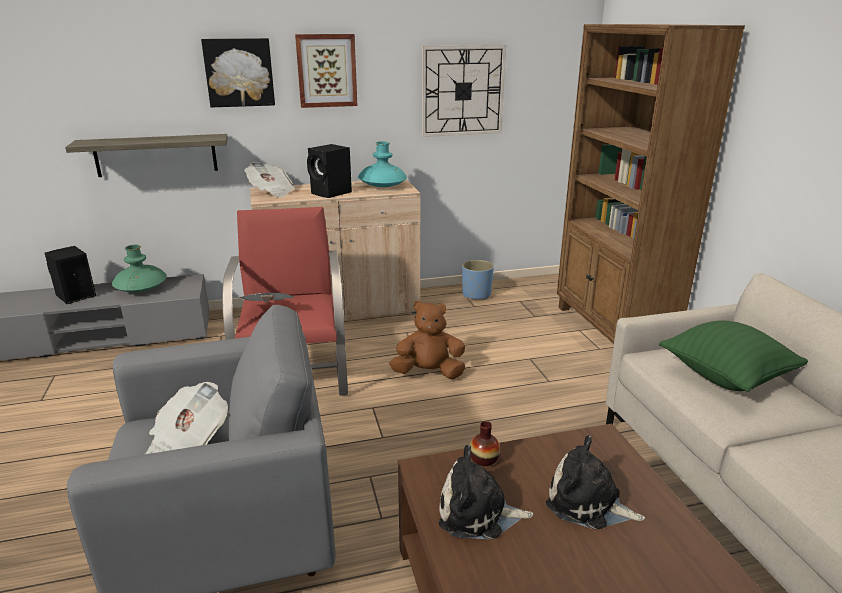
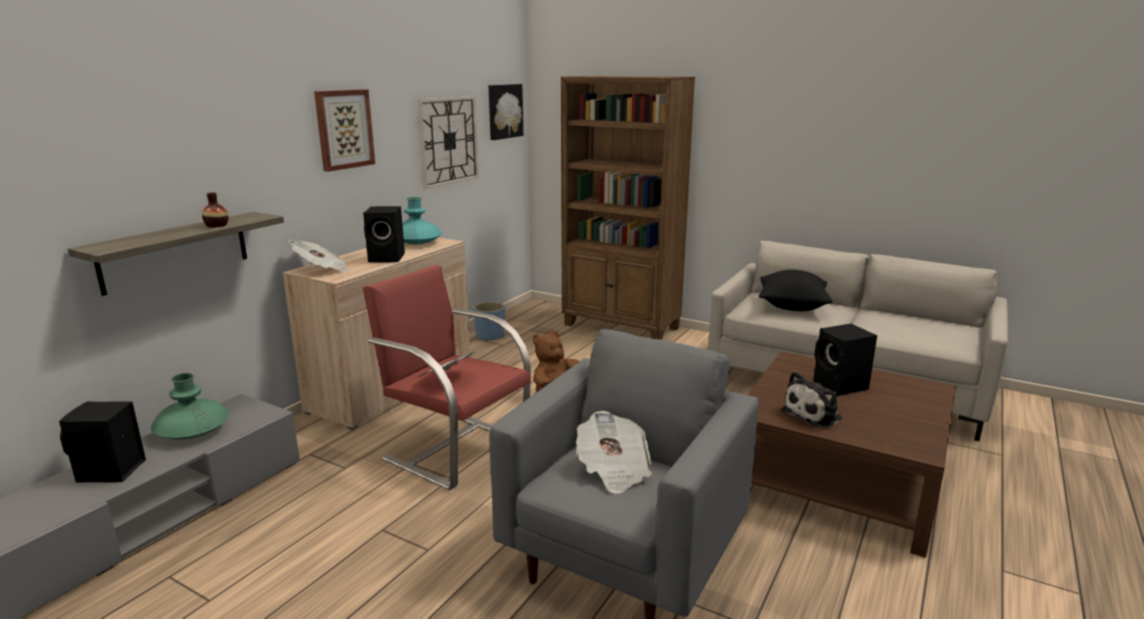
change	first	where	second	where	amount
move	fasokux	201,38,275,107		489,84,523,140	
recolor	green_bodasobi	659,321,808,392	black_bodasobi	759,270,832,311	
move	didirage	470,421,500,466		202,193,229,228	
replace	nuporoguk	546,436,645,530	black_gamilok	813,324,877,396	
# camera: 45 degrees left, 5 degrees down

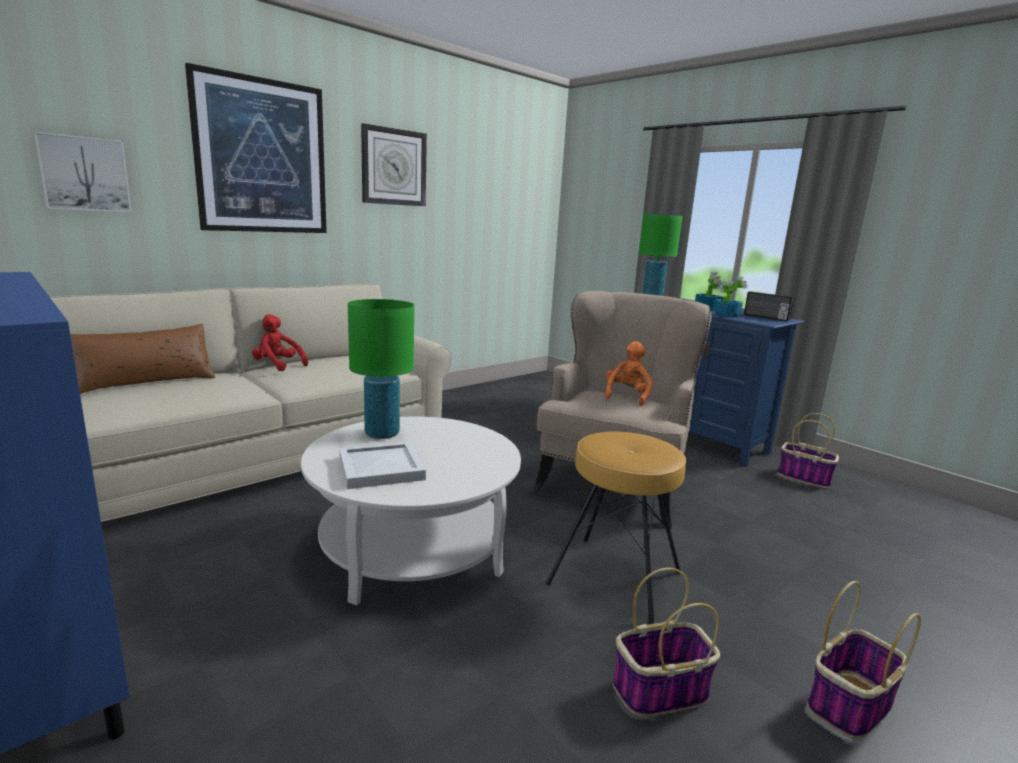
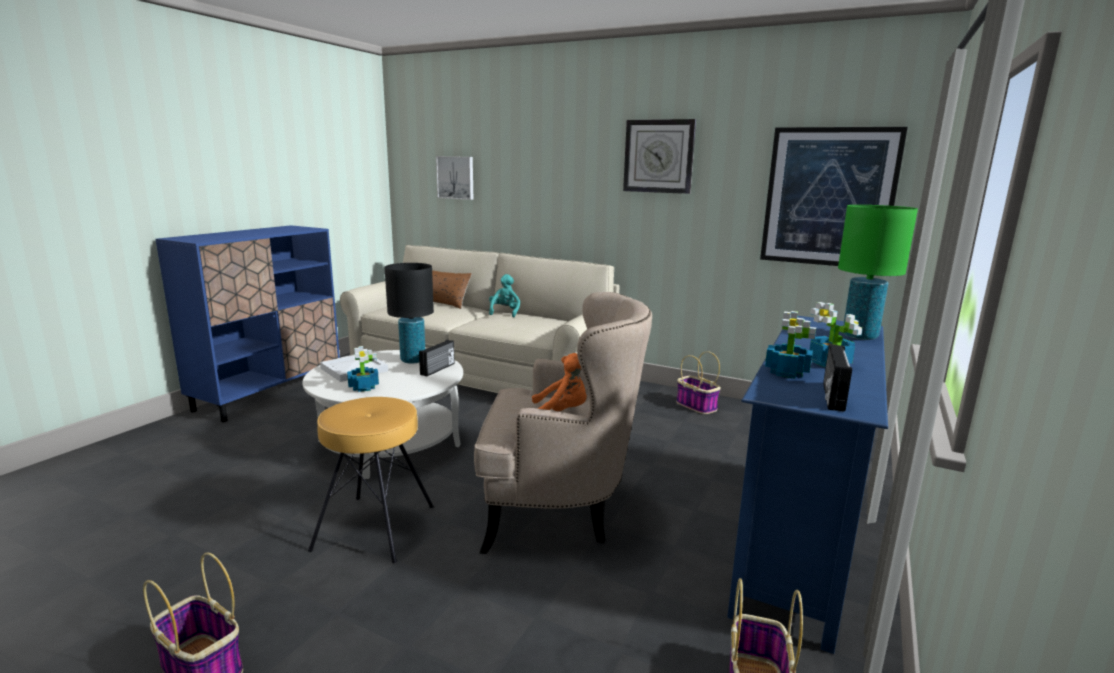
change	first	where	second	where	amount
move	fasokux	185,63,327,233		760,127,908,266	
recolor	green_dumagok	348,299,414,439	black_dumagok	384,263,434,364	
recolor	red_nuporoguk	252,314,308,371	turquoise_nuporoguk	489,274,520,317	
move	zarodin	612,568,720,717		677,351,721,414	
insert			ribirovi	419,340,455,376	
insert			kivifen	347,346,379,392	
# camera: 70 degrees right, 0 degrees up

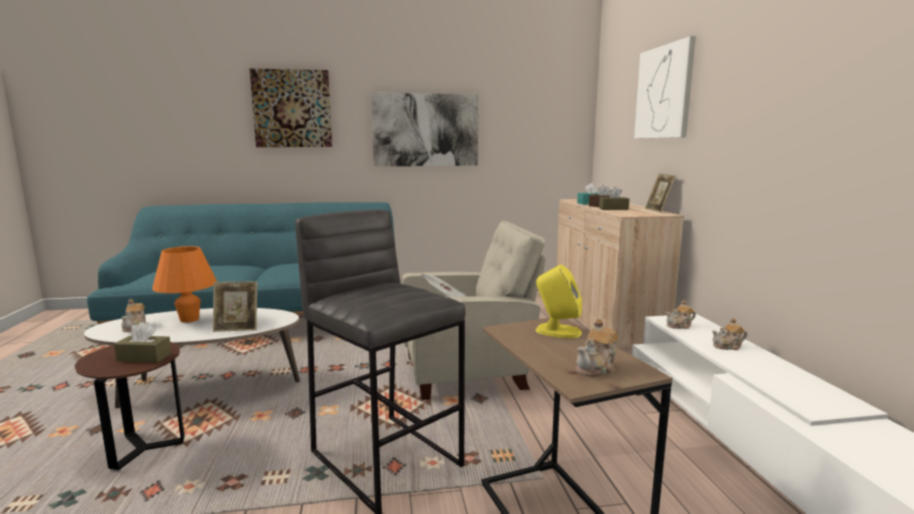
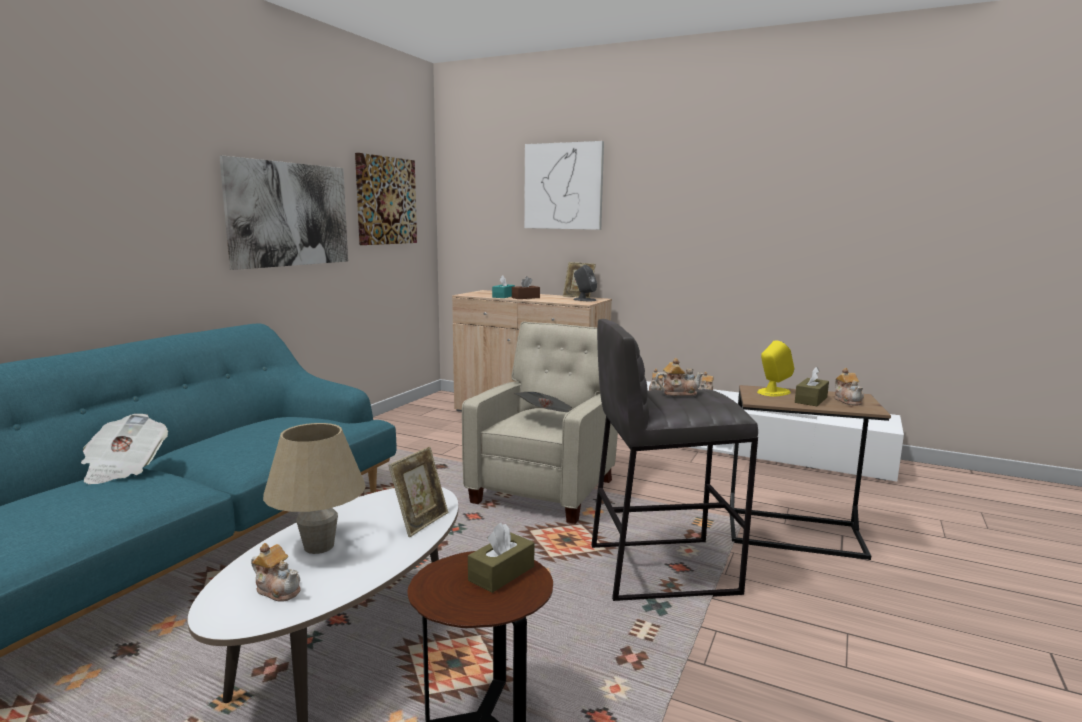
change	first	where	second	where	amount
move	fasokux	249,68,332,147		355,153,417,245	
move	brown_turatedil	599,187,629,210		795,367,829,406	
recolor	orange_dumagok	152,246,217,323	beige_dumagok	263,423,366,554	
insert			grey_gamilok	574,265,597,301	
insert			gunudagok	656,358,704,396	
insert			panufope	81,414,168,484	
# camera: 55 degrees left, 0 degrees up

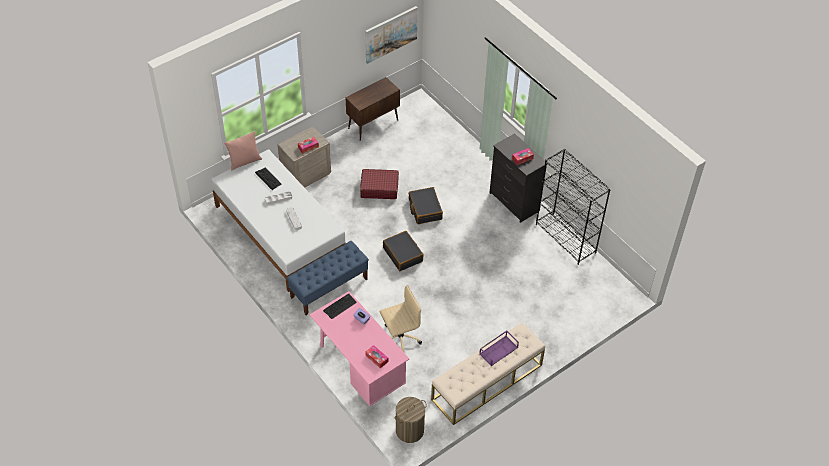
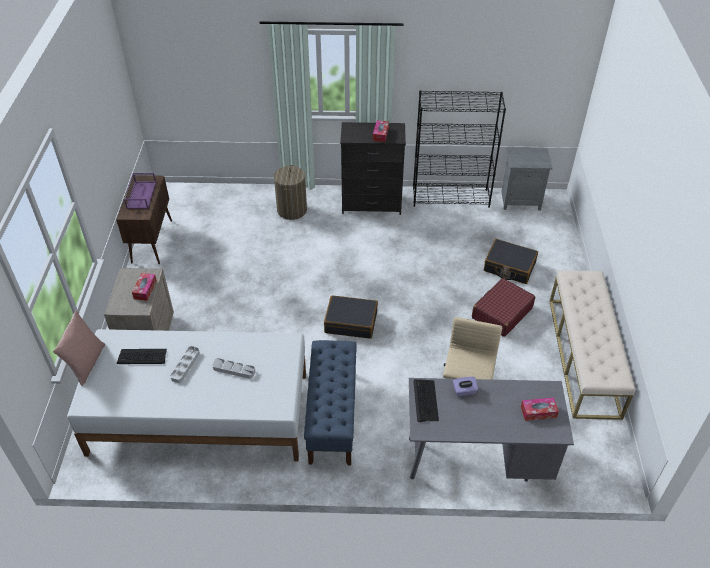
change	first	where	second	where	amount
delete	fasokux	365,6,418,64			
move	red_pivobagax	360,169,399,199		472,278,535,337	
move	black_pivobagax	409,187,443,224		484,239,538,284	
recolor	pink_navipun	309,291,409,406	grey_navipun	409,378,574,482	
move	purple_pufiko	479,331,519,366		124,173,156,209	
move	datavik	395,397,427,443		274,165,307,220	
insert			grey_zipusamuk	501,147,553,211	
# camera: 50 degrees left, 5 degrees down

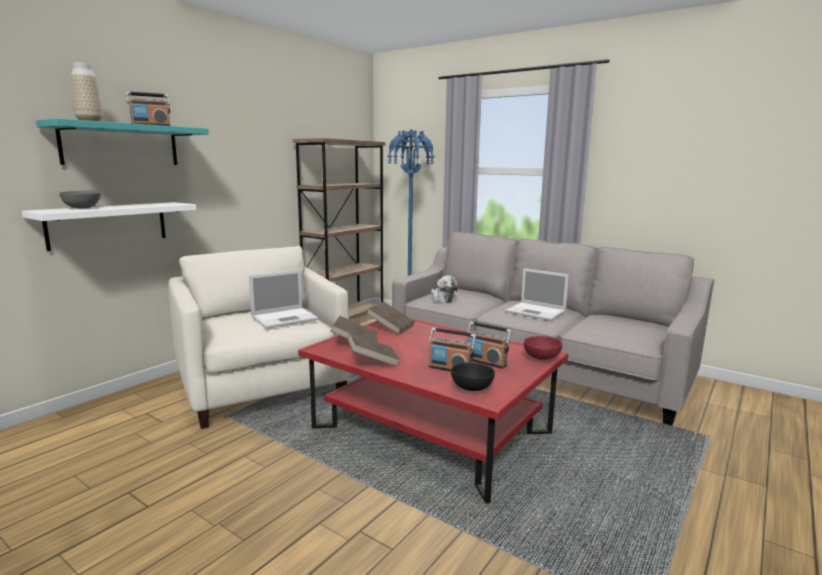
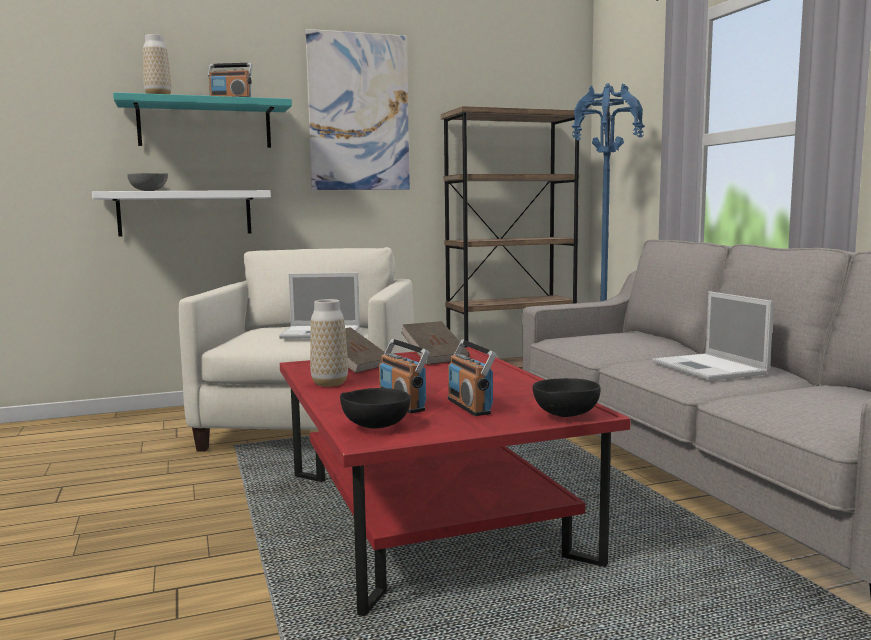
change	first	where	second	where	amount
delete	nuporoguk	431,275,457,303			
replace	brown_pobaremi	347,333,400,366	didirage	310,299,348,387	
recolor	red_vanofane	524,336,562,360	black_vanofane	533,378,600,417	
insert			fasokux	305,29,410,190	
# camera: 35 degrees right, 5 degrees down

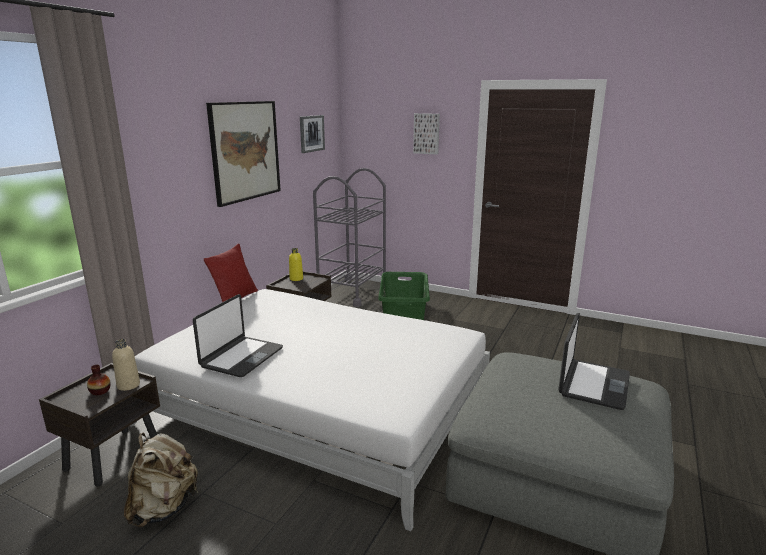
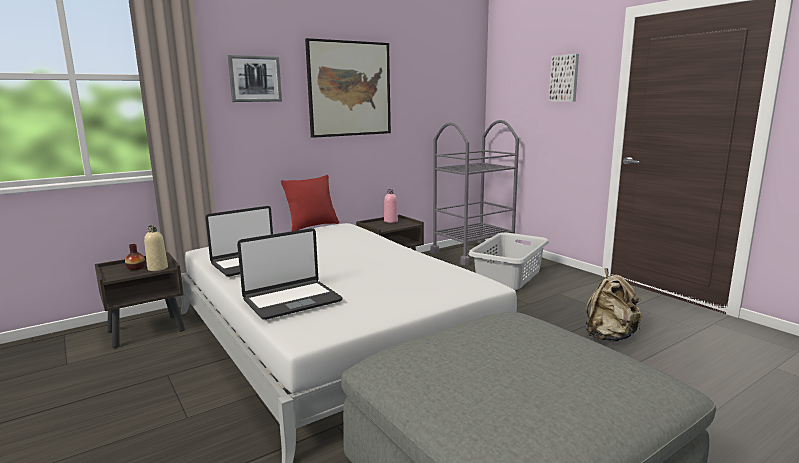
change	first	where	second	where	amount
move	fasokux	300,115,325,153		228,55,282,102	
recolor	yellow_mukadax	289,248,303,281	pink_mukadax	384,189,398,223	
recolor	green_datavik	378,272,430,320	grey_datavik	468,233,549,290	
move	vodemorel	558,313,630,410		237,228,342,320	
move	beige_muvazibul	124,433,198,528		586,268,642,342	
# camera: 30 degrees right, 5 degrees down

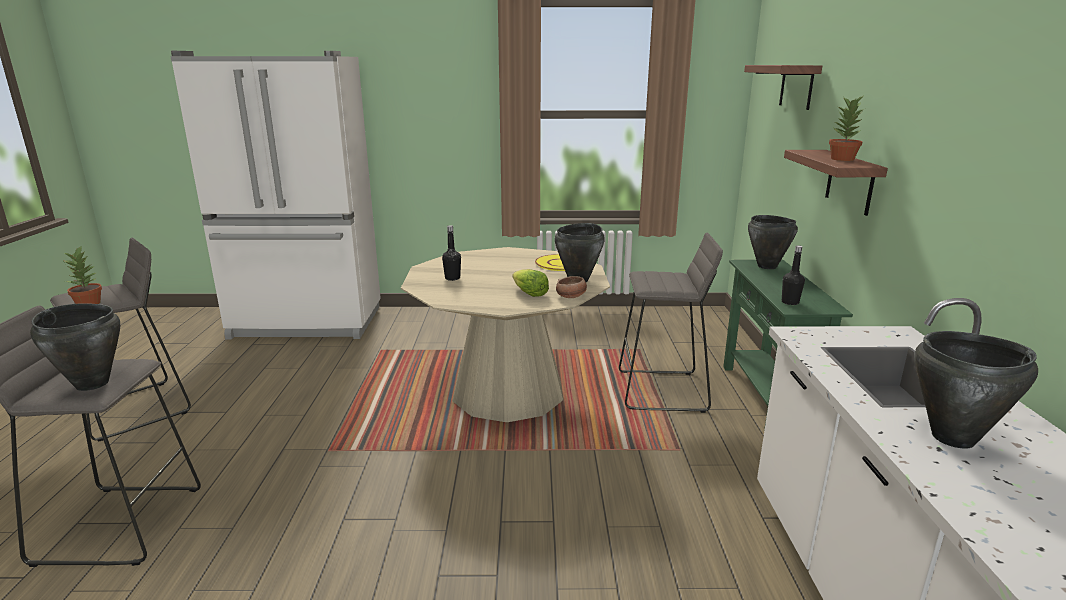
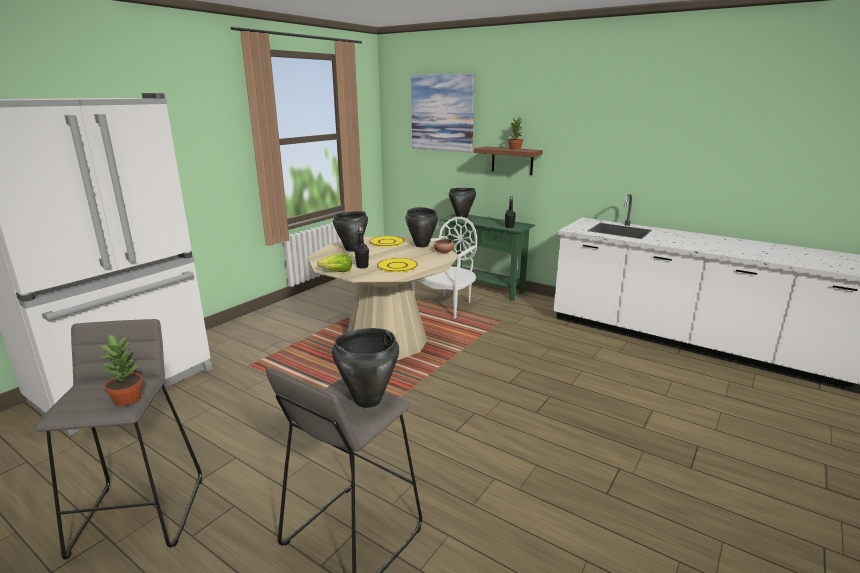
change	first	where	second	where	amount
replace	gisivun	744,65,822,110	fasokux	411,74,475,153	
replace	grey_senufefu	619,232,723,413	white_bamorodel	411,217,477,318	
move	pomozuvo	513,269,549,297		317,253,352,272	
move	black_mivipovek	914,331,1038,449		333,211,368,252	
insert			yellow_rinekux	377,258,418,272	
# camera: 55 degrees left, 0 degrees up

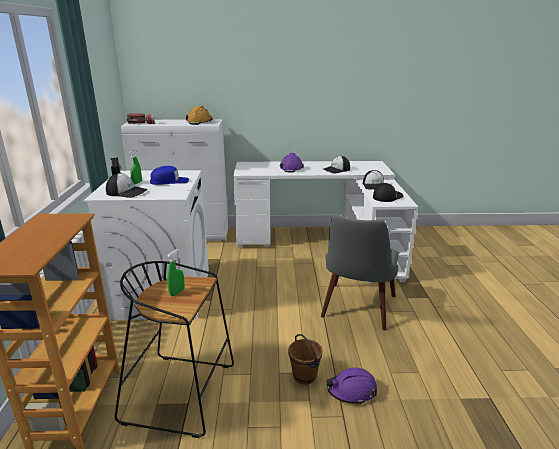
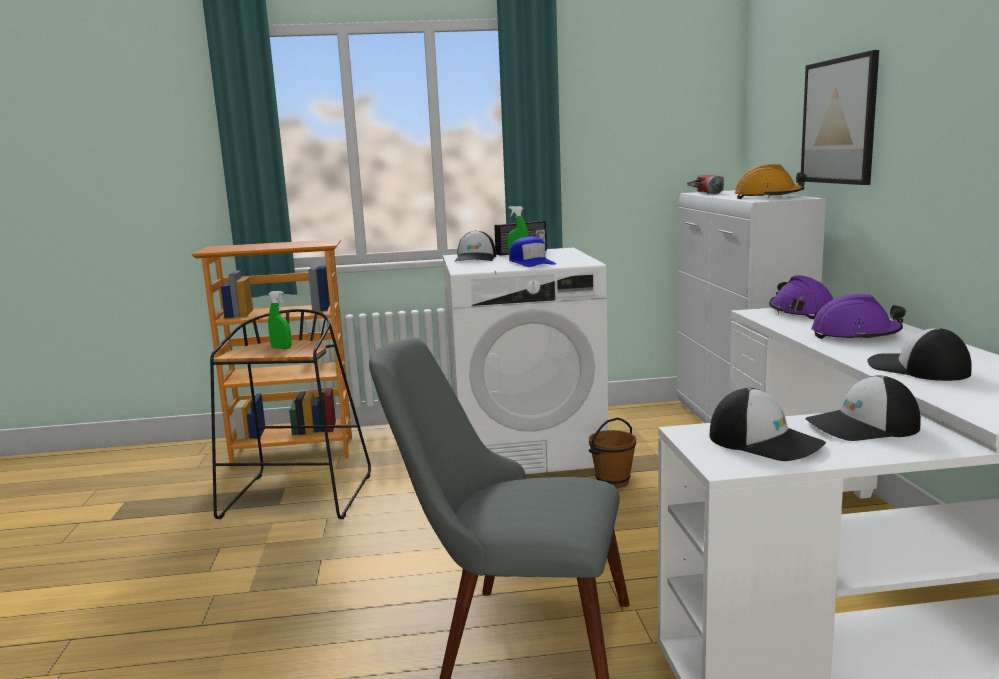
change	first	where	second	where	amount
move	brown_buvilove	288,334,323,385		589,418,636,488	
move	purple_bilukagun	326,368,377,405		769,275,833,319	
insert			fasokux	801,50,879,185	
# camera: 85 degrees right, 10 degrees down

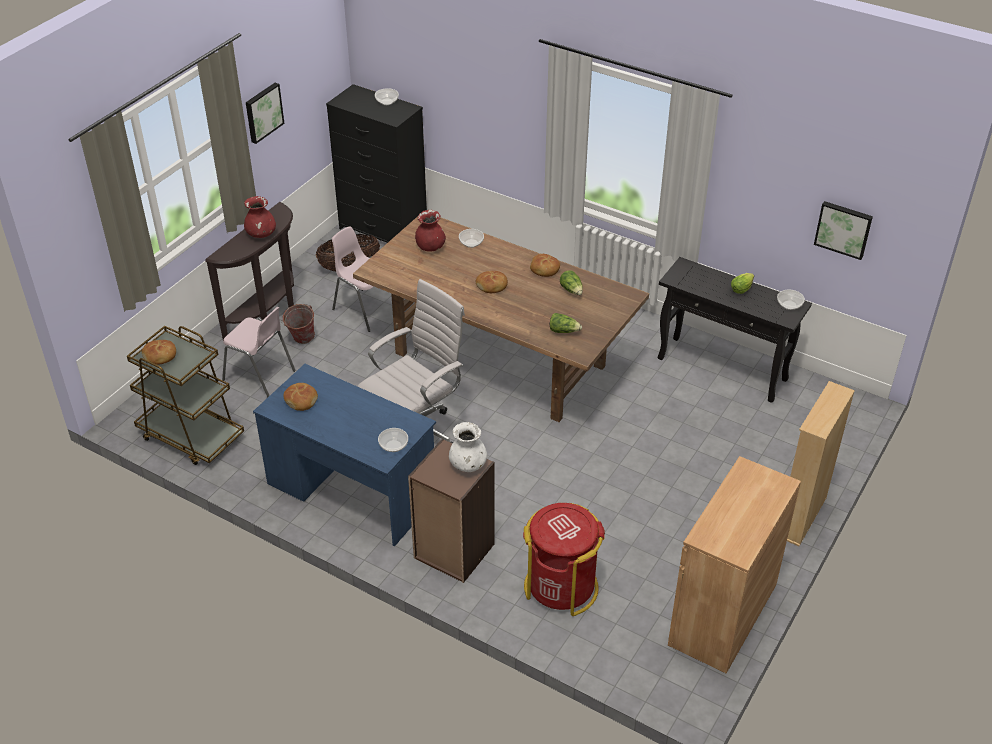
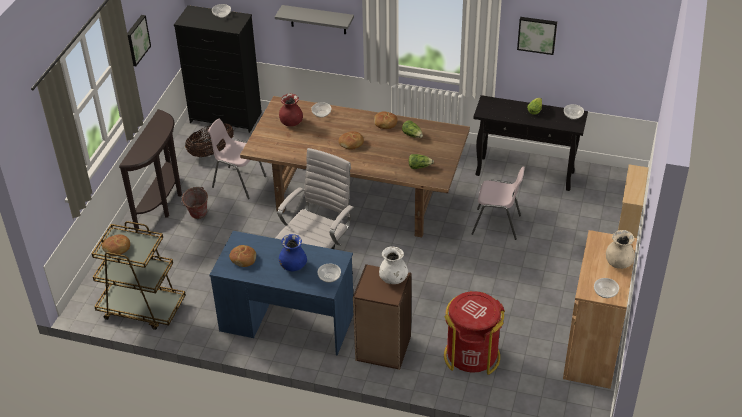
change	first	where	second	where	amount
delete	red_didirage	244,196,276,238			
move	fasokux	814,201,873,260		517,17,557,55	
move	pink_bamorodel	222,307,296,397		471,166,525,240	
insert			grey_gisivun	275,5,354,34	
insert			beige_didirage	606,230,635,269	
insert			blue_didirage	279,234,307,271	
insert			vanofane	594,278,619,298	
# camera: 15 degrees left, 0 degrees up

